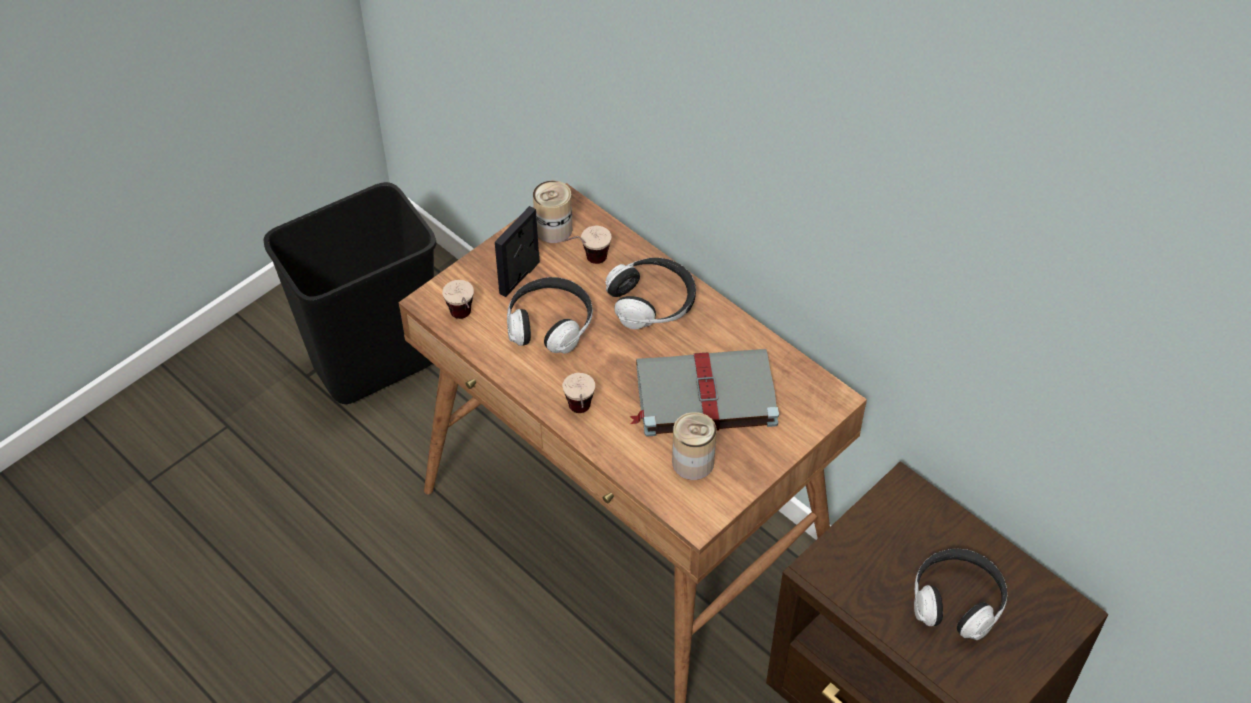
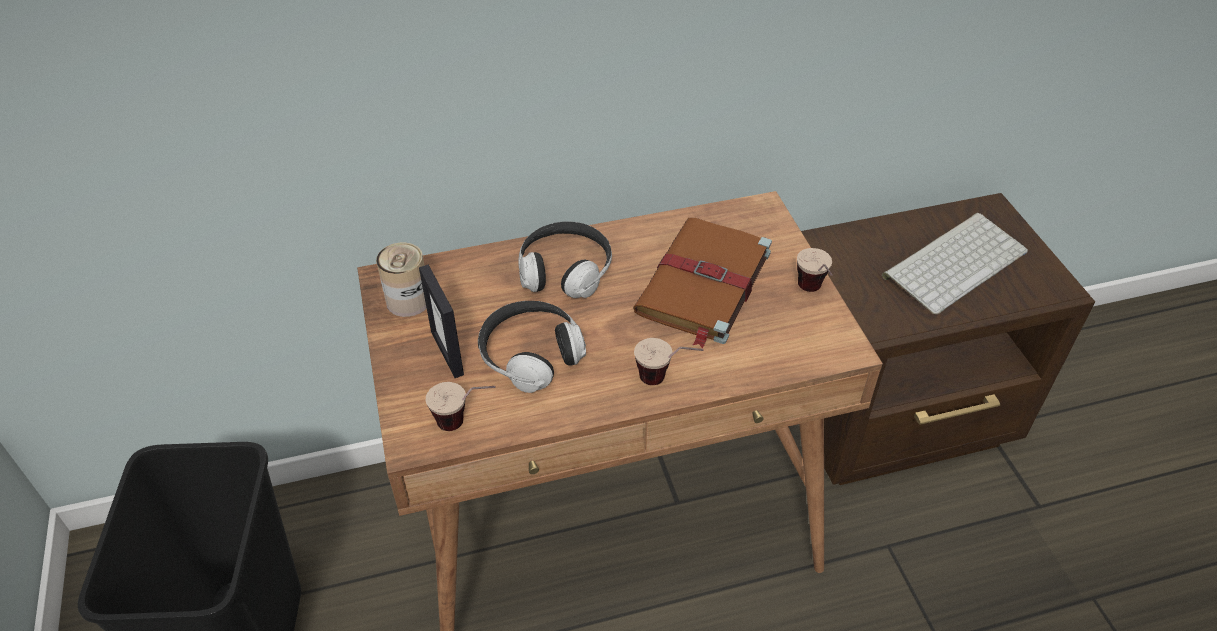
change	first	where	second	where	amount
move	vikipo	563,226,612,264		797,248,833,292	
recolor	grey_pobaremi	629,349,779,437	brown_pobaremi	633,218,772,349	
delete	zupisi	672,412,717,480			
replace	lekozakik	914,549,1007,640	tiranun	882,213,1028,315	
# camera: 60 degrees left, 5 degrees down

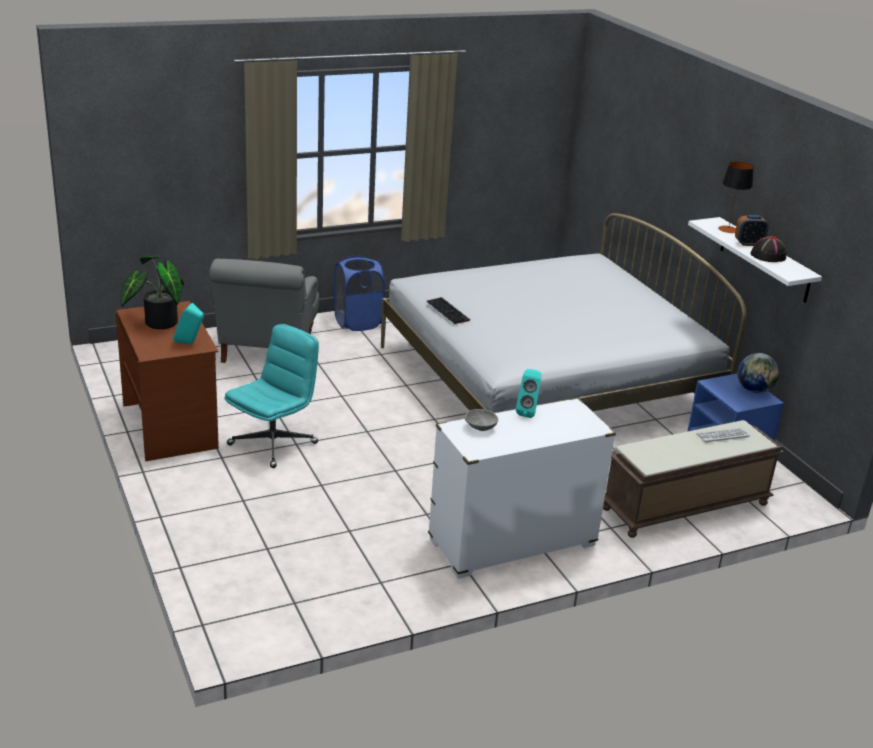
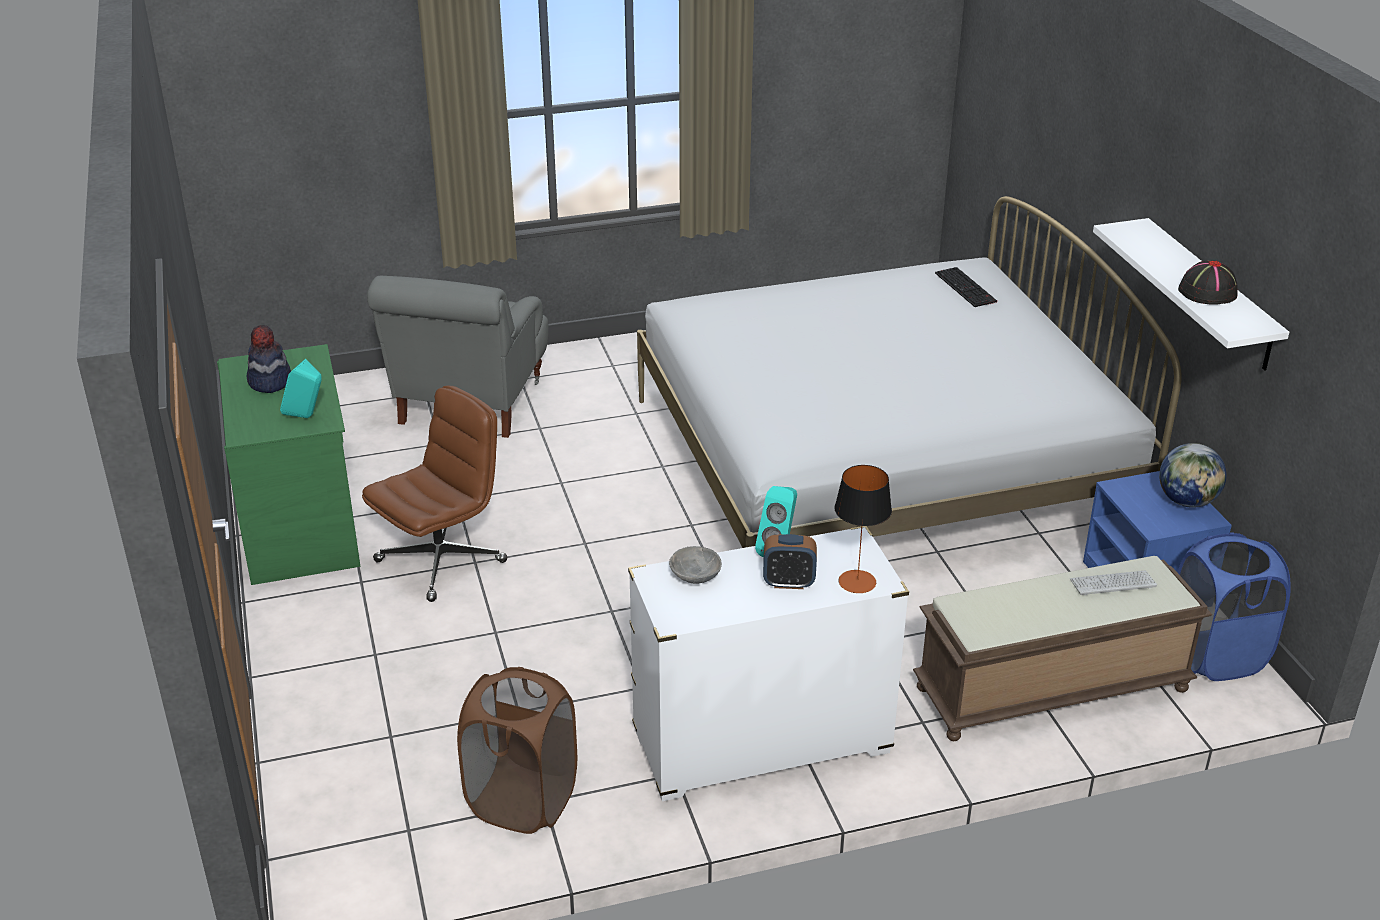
change	first	where	second	where	amount
move	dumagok	718,162,754,233		834,465,892,593	
move	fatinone	735,215,769,246		763,534,817,589	
replace	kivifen	121,256,184,329	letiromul	247,325,291,393	
move	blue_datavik	334,256,385,331		1178,532,1291,681	
move	tiranun	427,297,470,324		935,267,997,307	
recolor	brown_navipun	116,301,219,461	green_navipun	217,344,360,585	
recolor	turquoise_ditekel	224,324,319,468	brown_ditekel	362,386,507,602	
insert			brown_datavik	457,667,577,834	
# camera: 10 degrees right, 5 degrees up

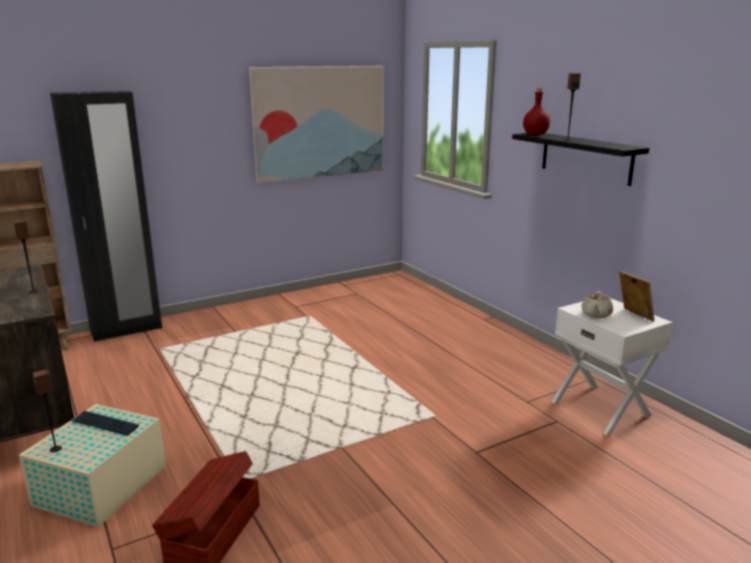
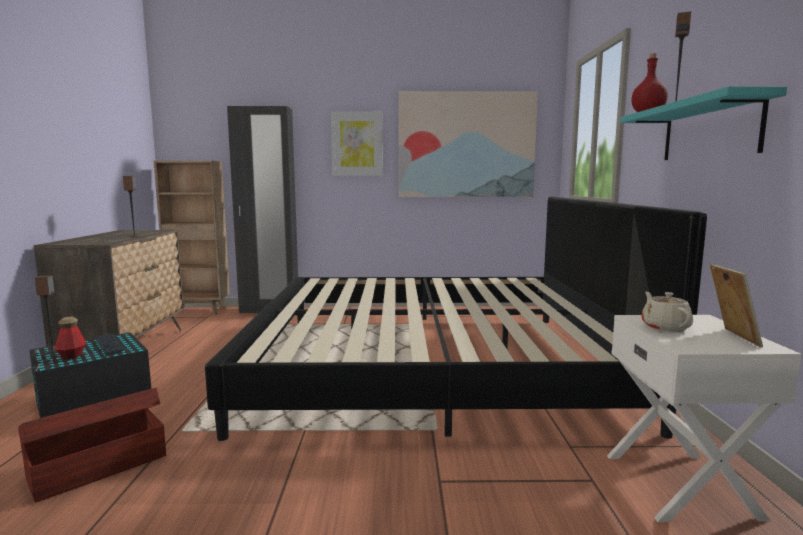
change	first	where	second	where	amount
recolor	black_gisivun	512,133,649,186	turquoise_gisivun	620,86,787,160	
rotate	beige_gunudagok	581,292,613,318		642,292,693,332	120 degrees clockwise
recolor	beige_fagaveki	19,404,166,527	black_fagaveki	29,332,151,418	
insert			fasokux	331,112,383,176	
insert			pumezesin	205,197,707,441	
insert			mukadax	54,316,86,359	
# camera: 30 degrees right, 10 degrees down

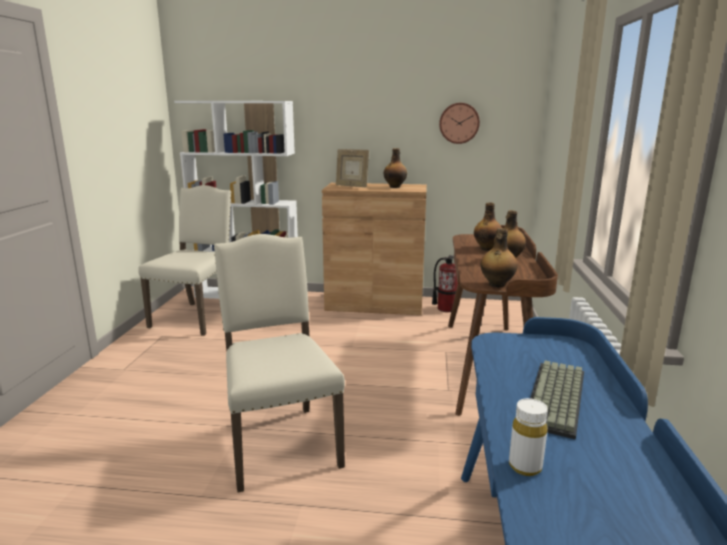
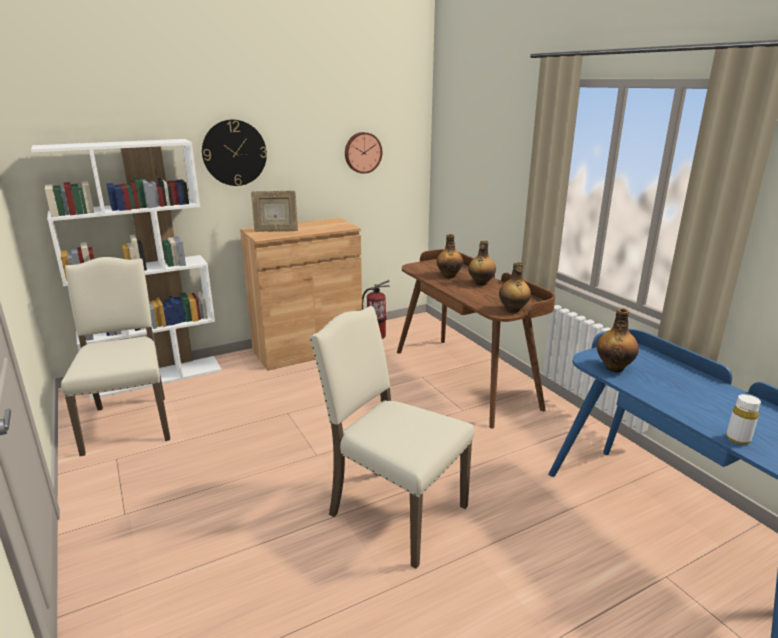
change	first	where	second	where	amount
move	mukadax	384,148,407,188		597,308,639,372	
delete	tiranun	530,360,584,440			
insert			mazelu	202,120,267,186	
# camera: 35 degrees left, 5 degrees up

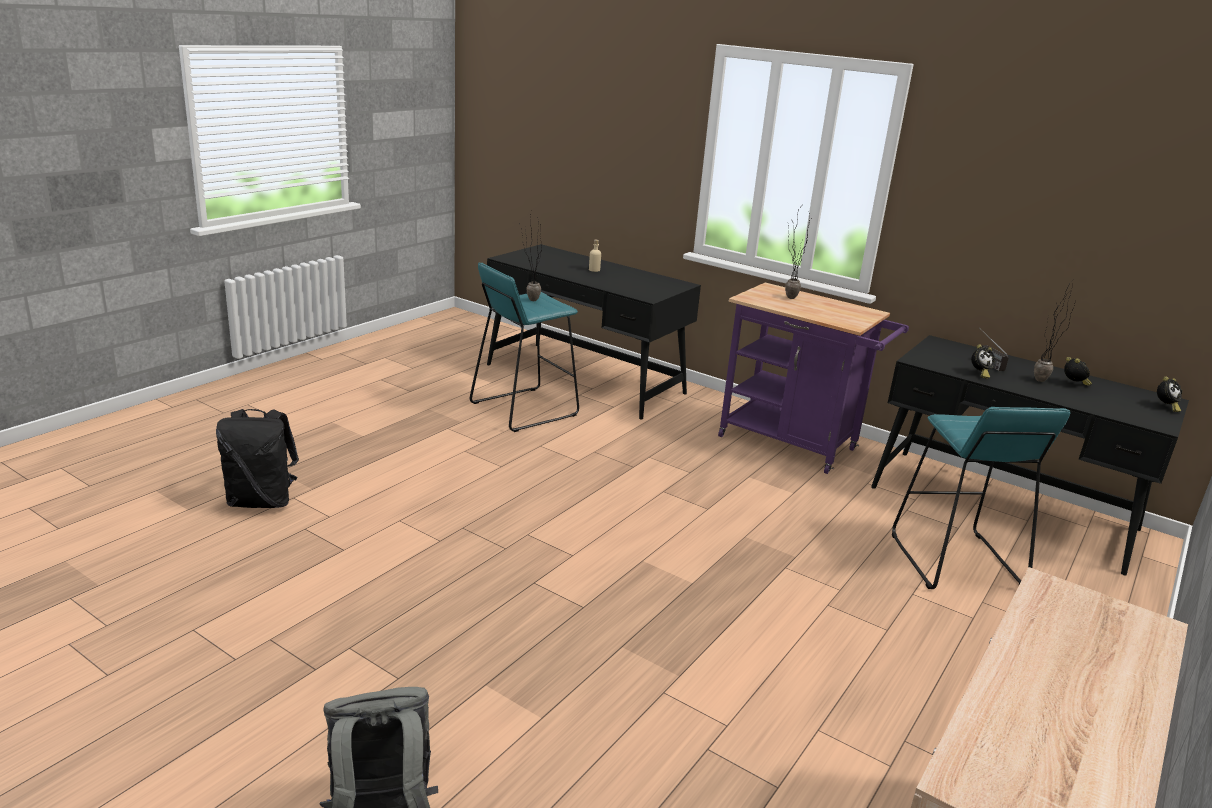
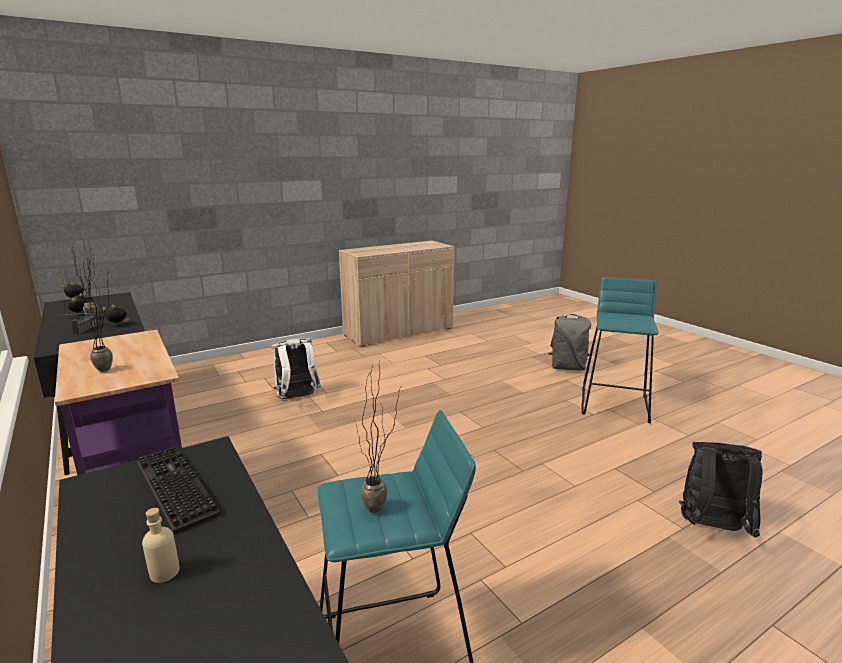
change	first	where	second	where	amount
move	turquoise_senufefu	892,407,1070,589		581,277,659,423	
insert			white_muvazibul	272,338,321,399	
insert			tiranun	137,446,221,534	
# camera: 155 degrees left, 5 degrees down

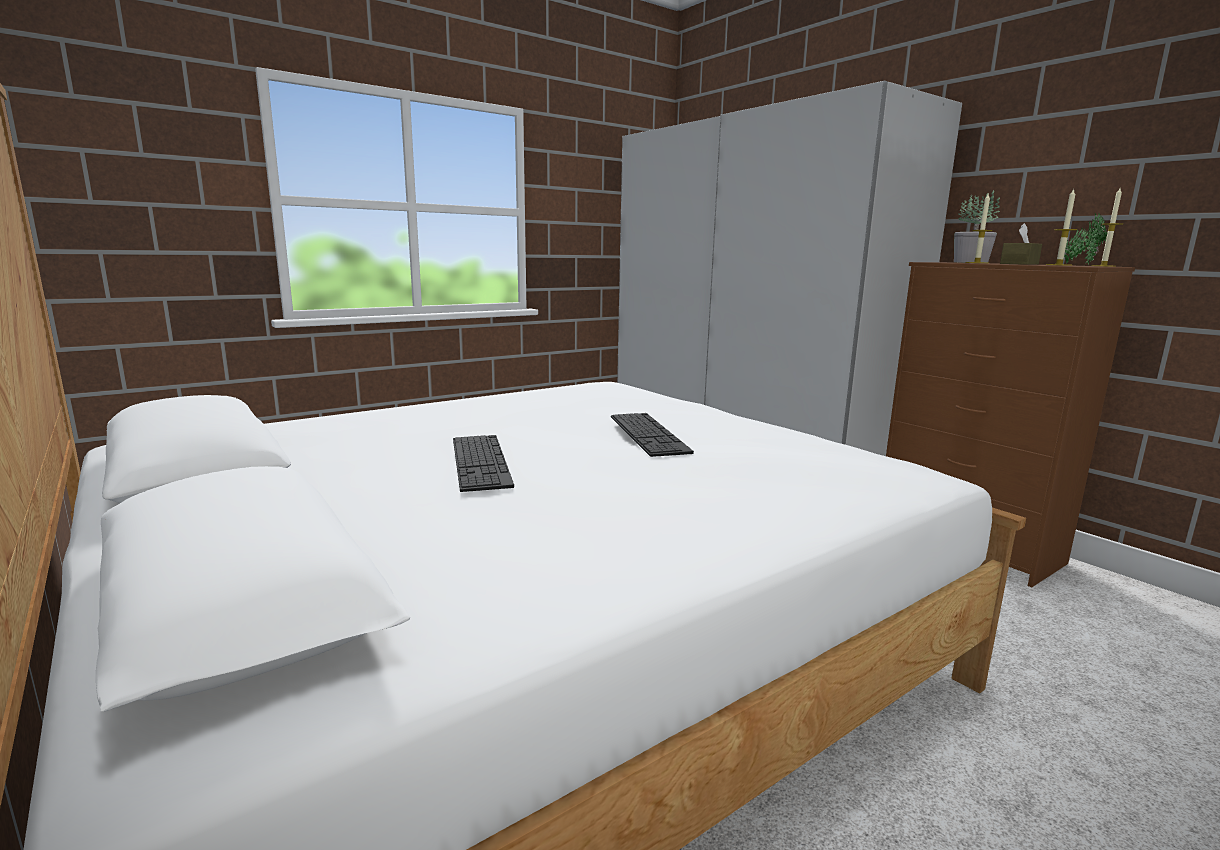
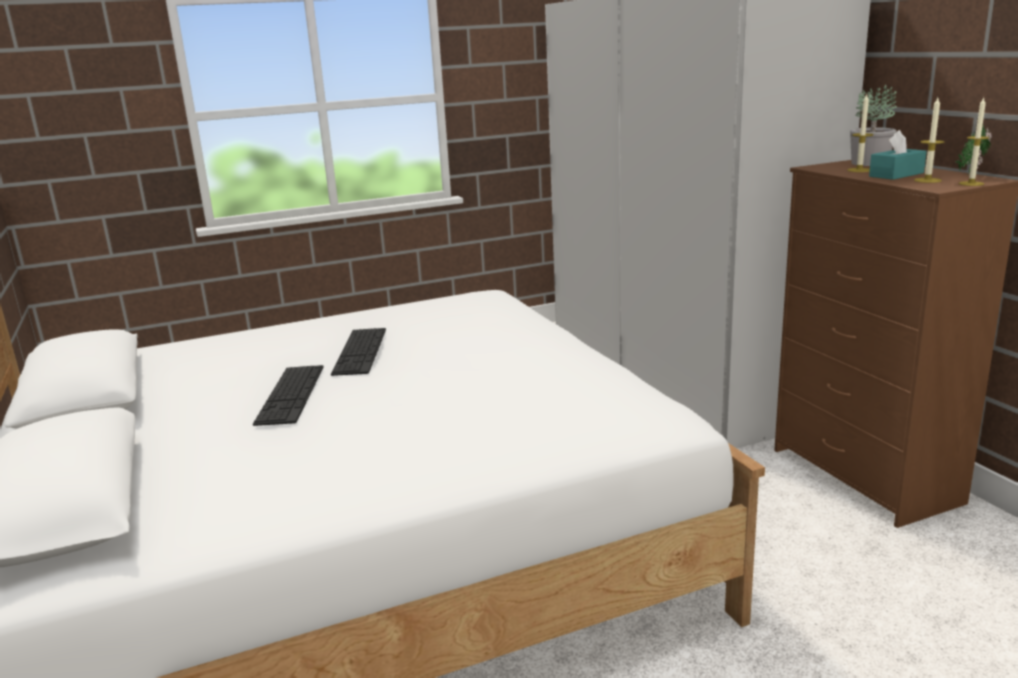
change	first	where	second	where	amount
recolor	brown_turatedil	1000,223,1042,265	turquoise_turatedil	869,130,927,180	
move	tiranun	611,413,694,457		331,328,386,376	
# camera: 15 degrees right, 5 degrees up

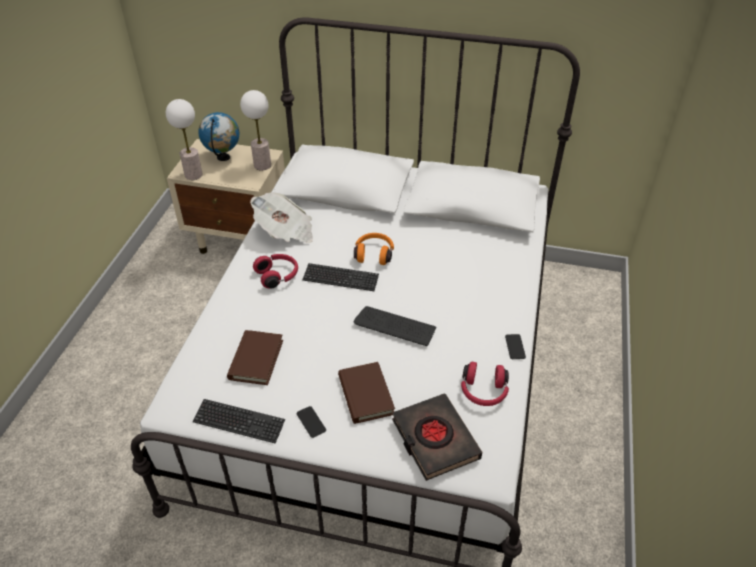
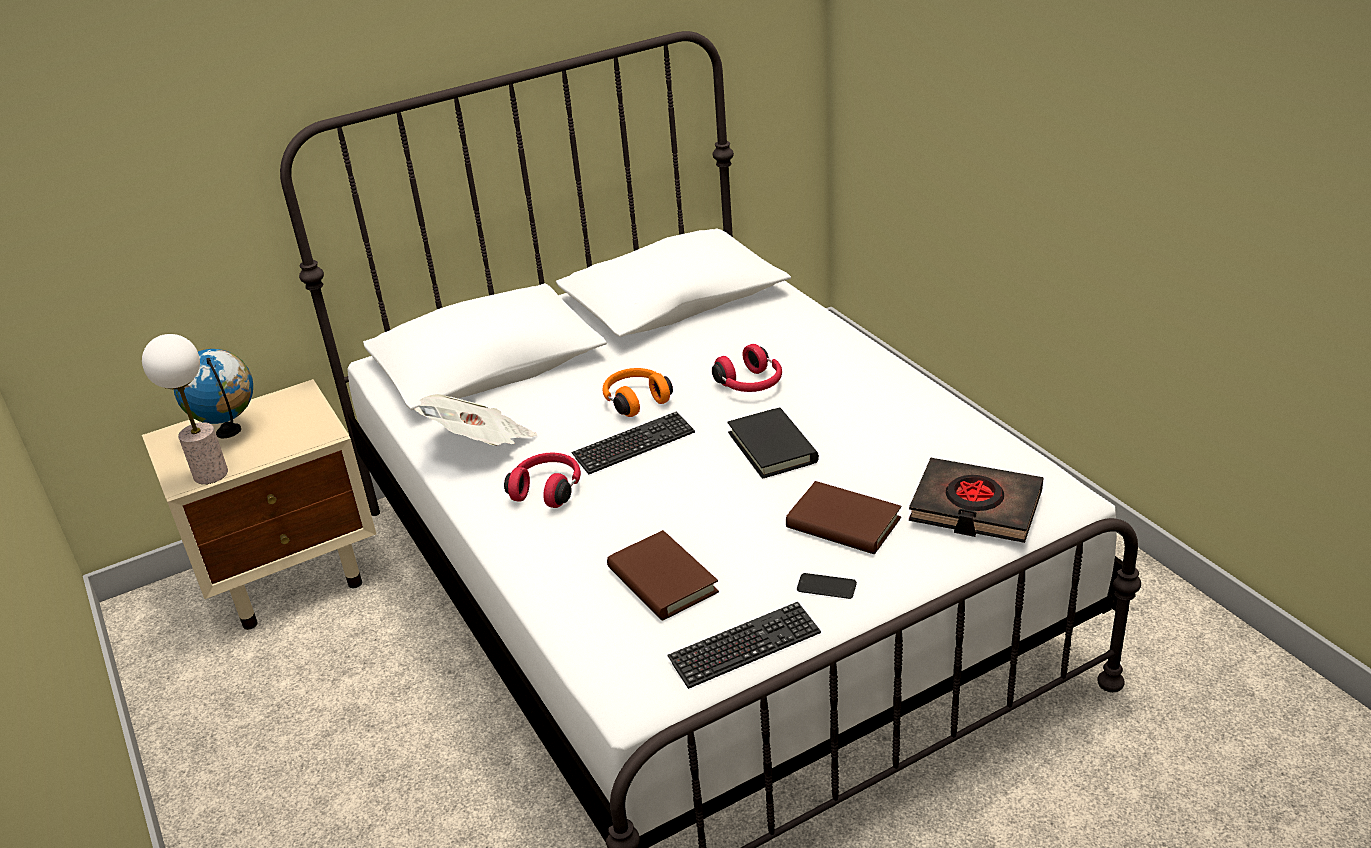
change	first	where	second	where	amount
delete	dumagok	240,90,271,171			
replace	tiranun	354,306,437,346	black_pobaremi	727,407,819,479	
delete	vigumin	505,334,526,359			
move	red_lekozakik	461,362,509,406		712,344,782,392	
# camera: 40 degrees left, 10 degrees down

